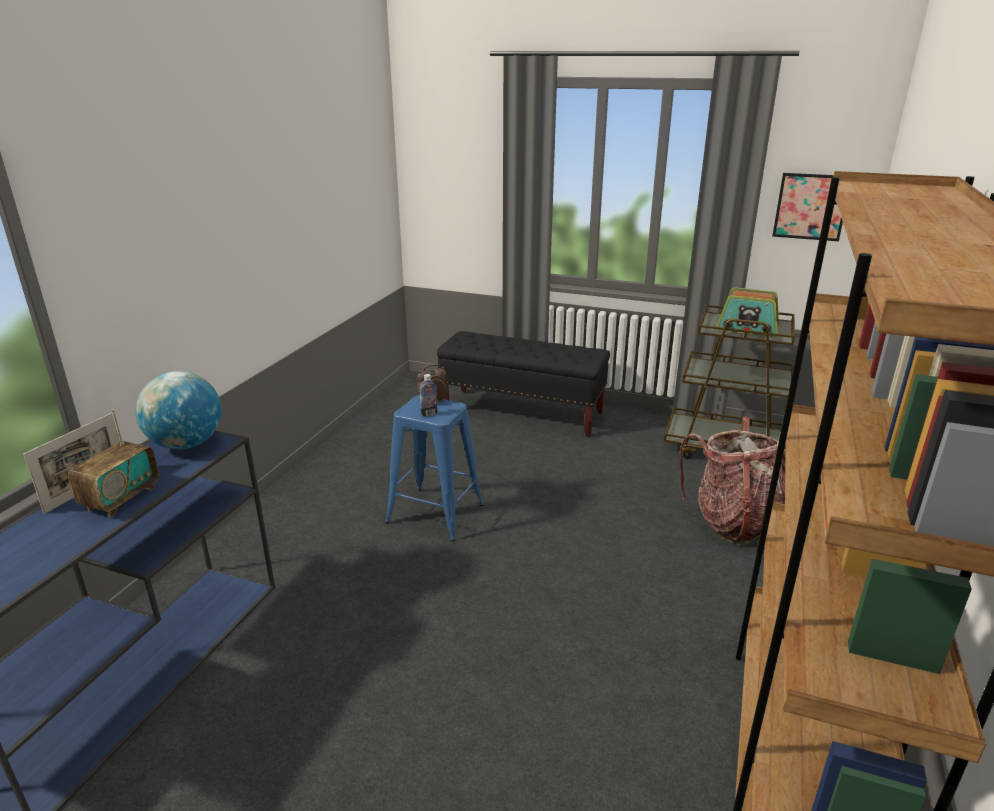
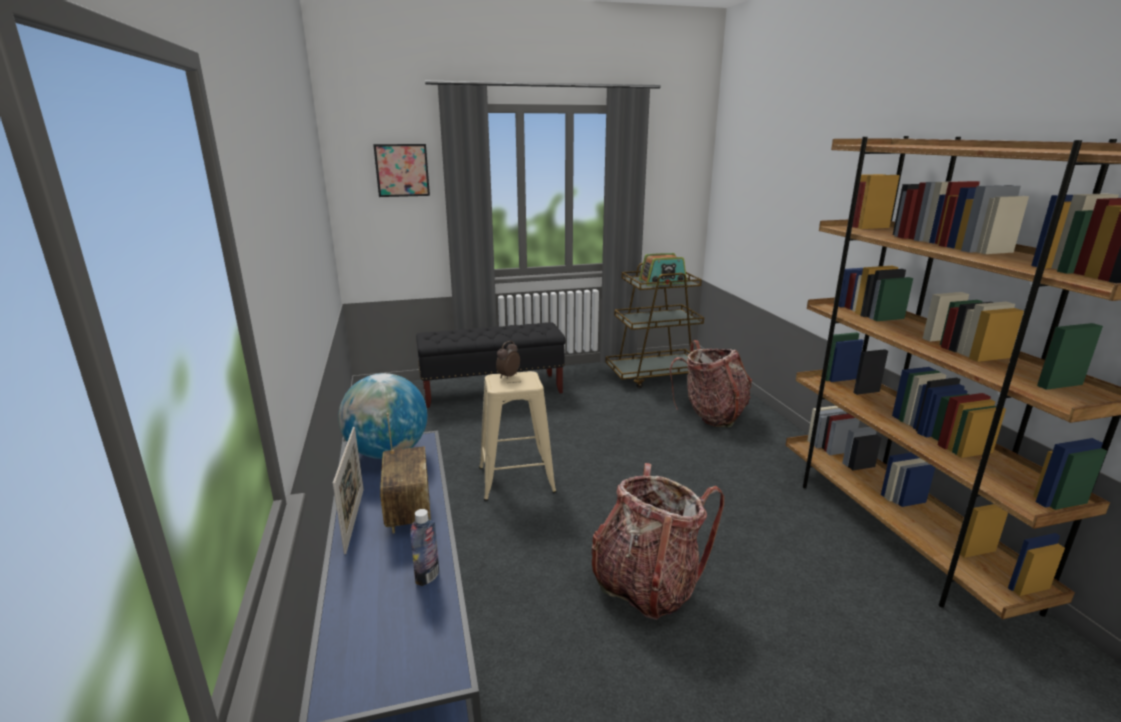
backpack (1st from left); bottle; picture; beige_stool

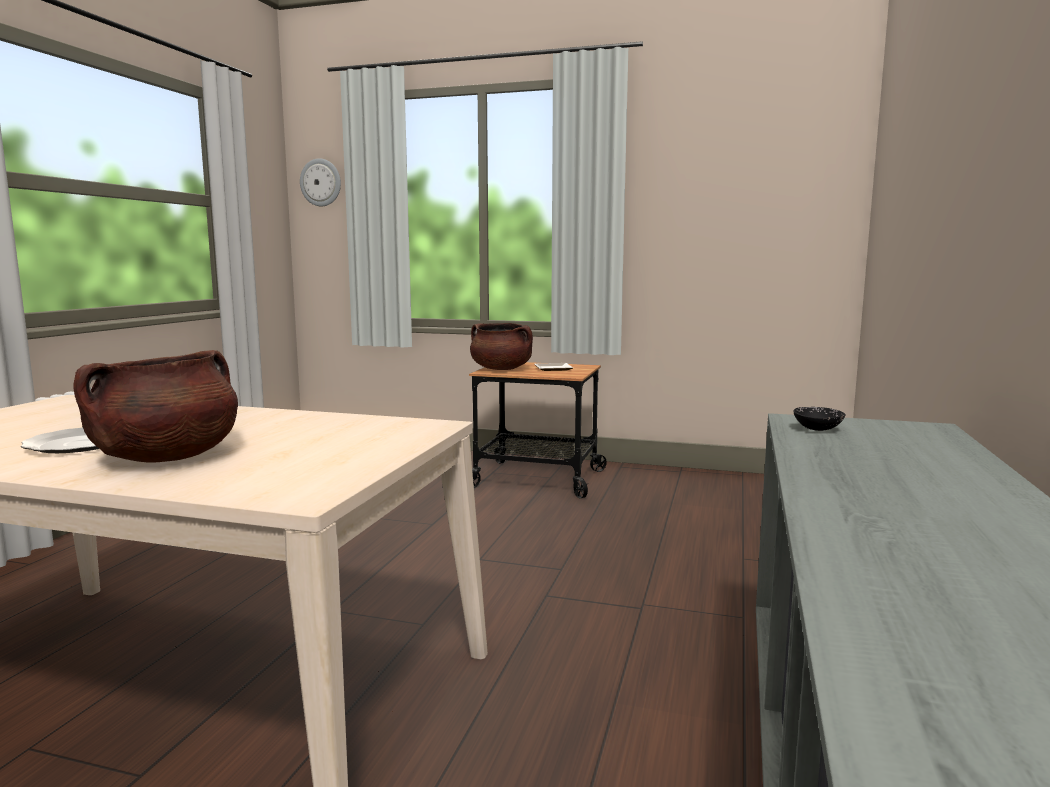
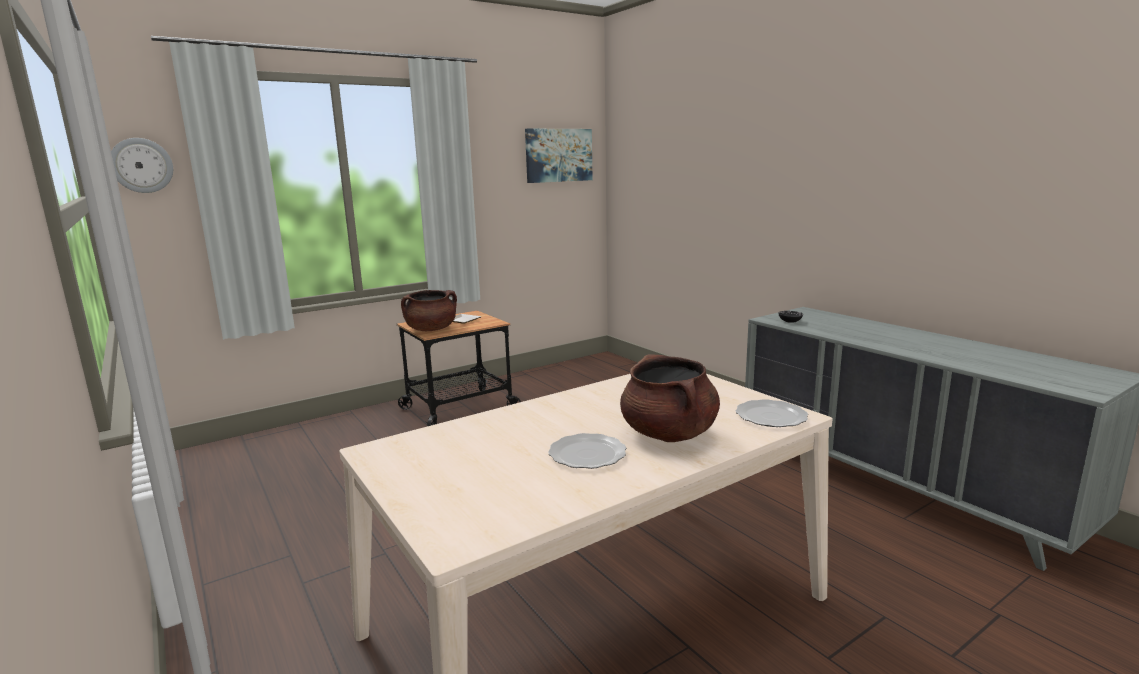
picture; plate (3rd from left)

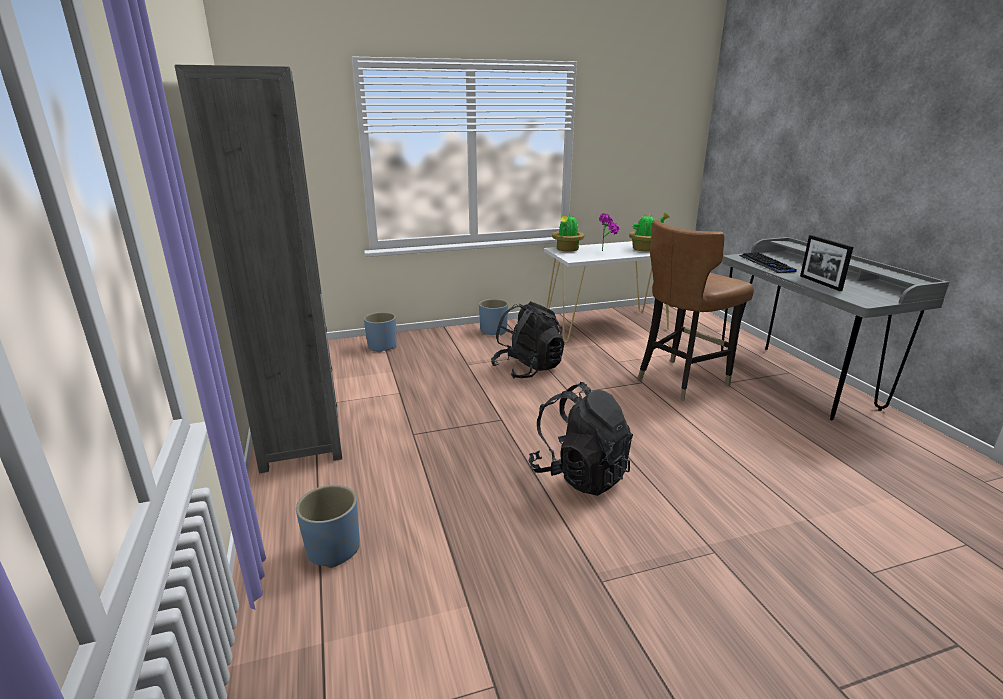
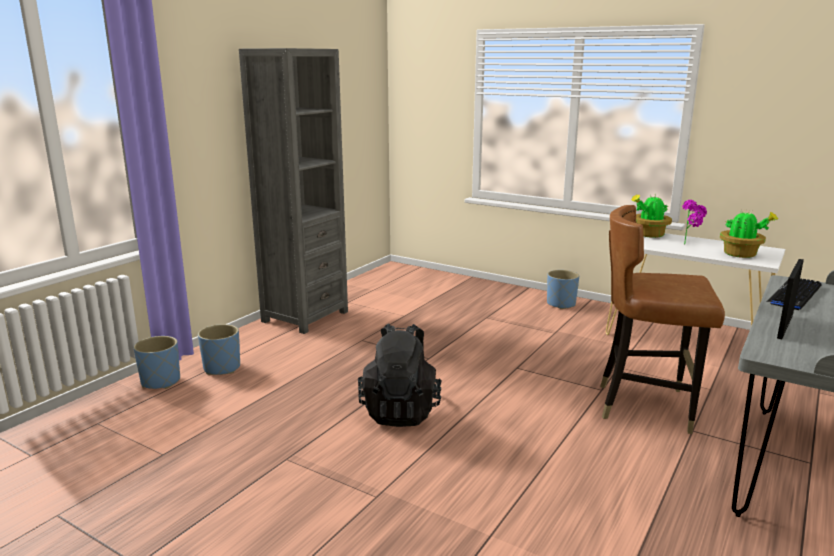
black_backpack (1st from left in the first image); blue_planter (1st from left)

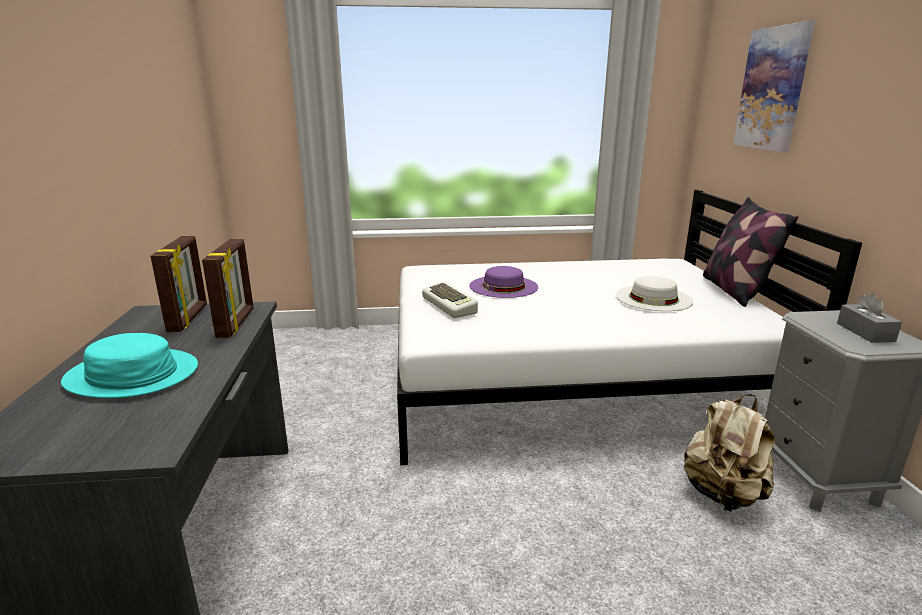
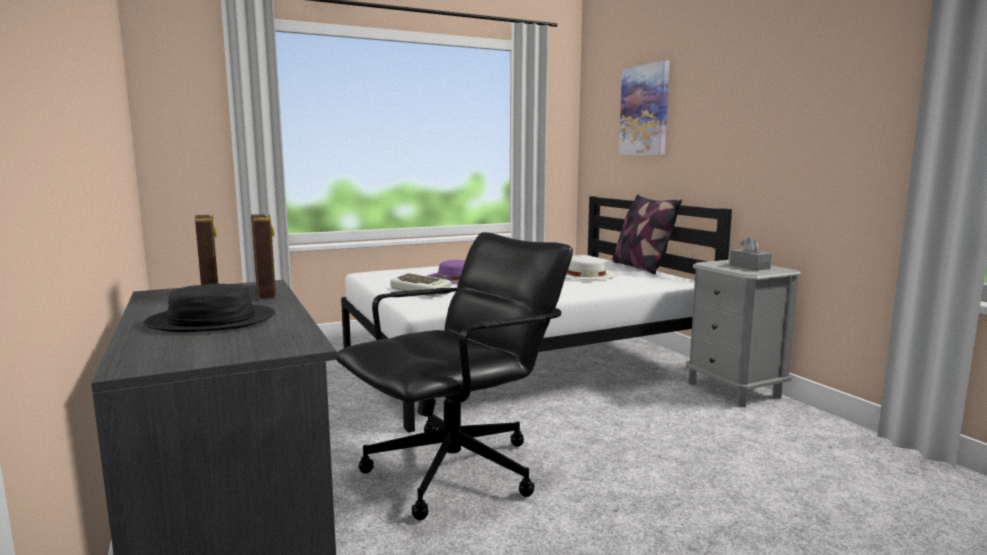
beige_backpack; black_office_chair; black_hat

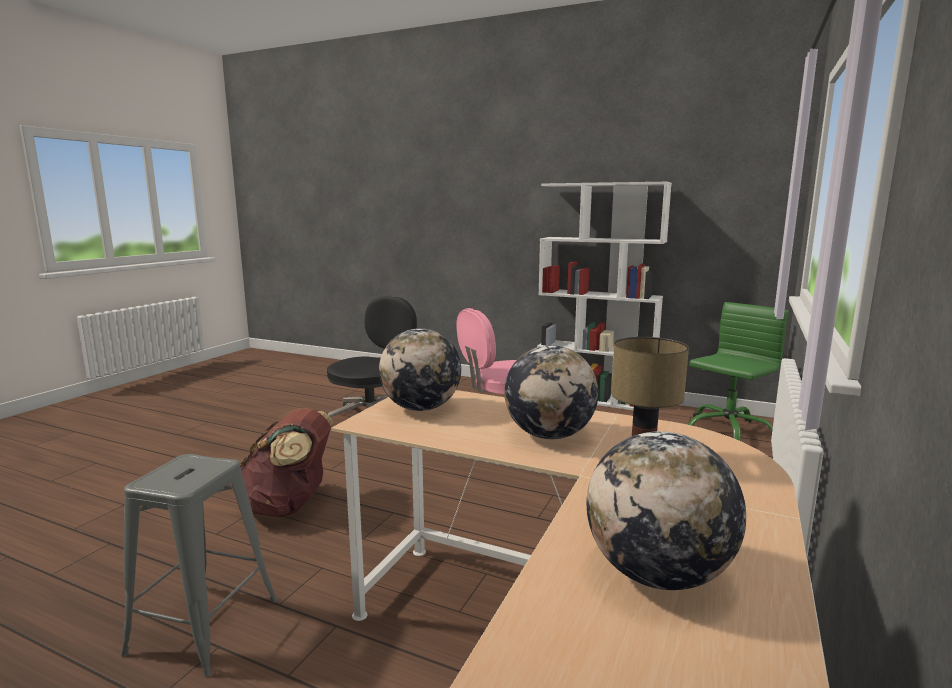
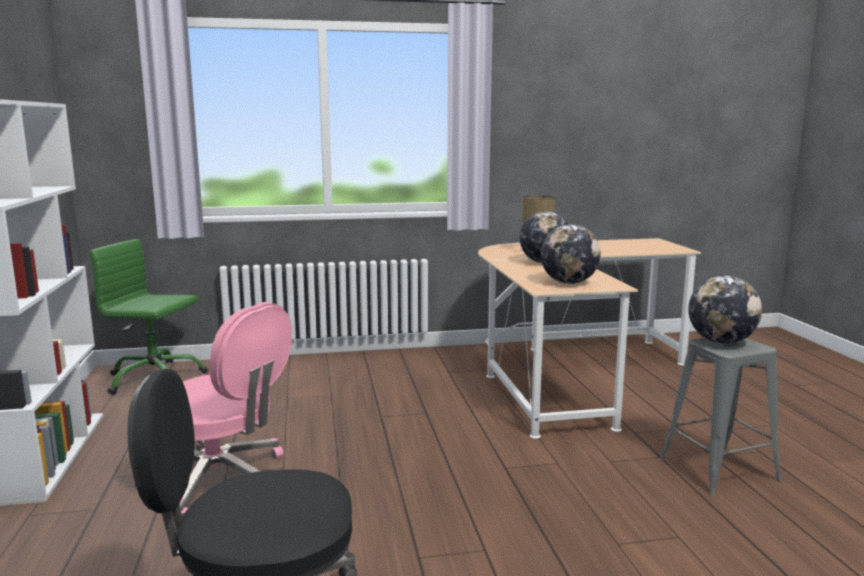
brown_backpack; globe (3rd from left)

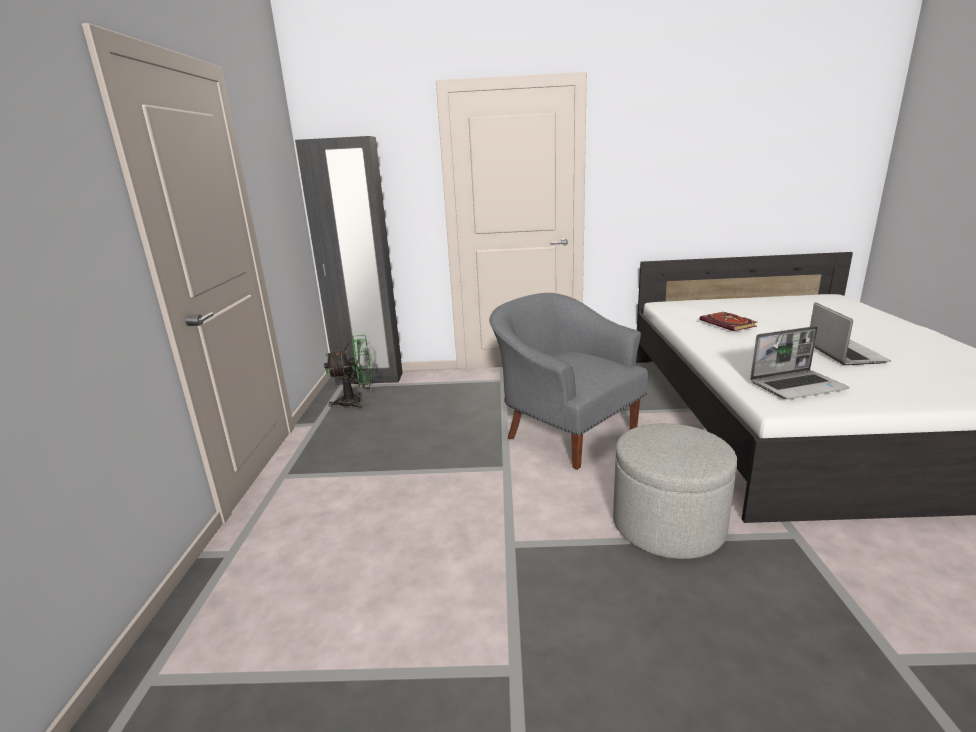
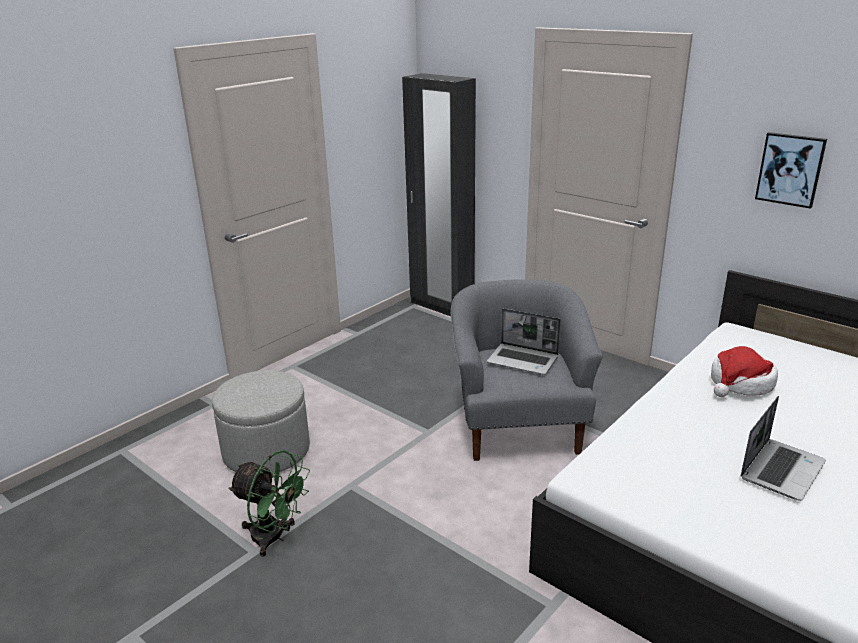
picture; green_fan; grey_ottoman; laptop (1st from left); hat

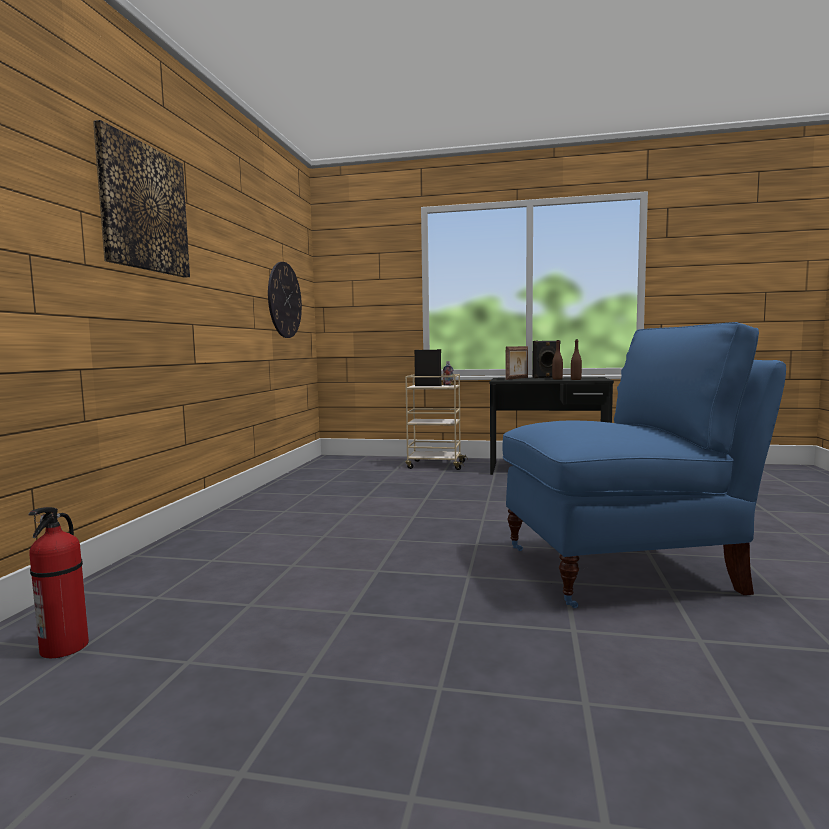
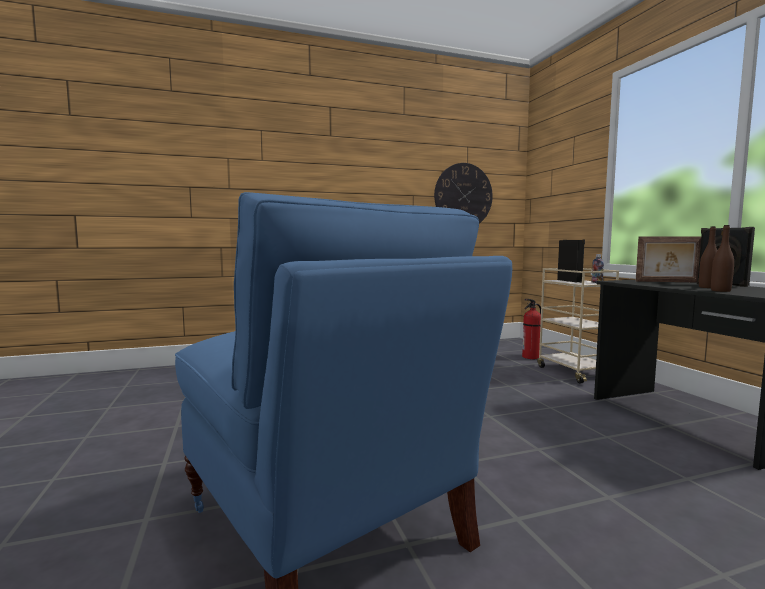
picture; fire_extinguisher

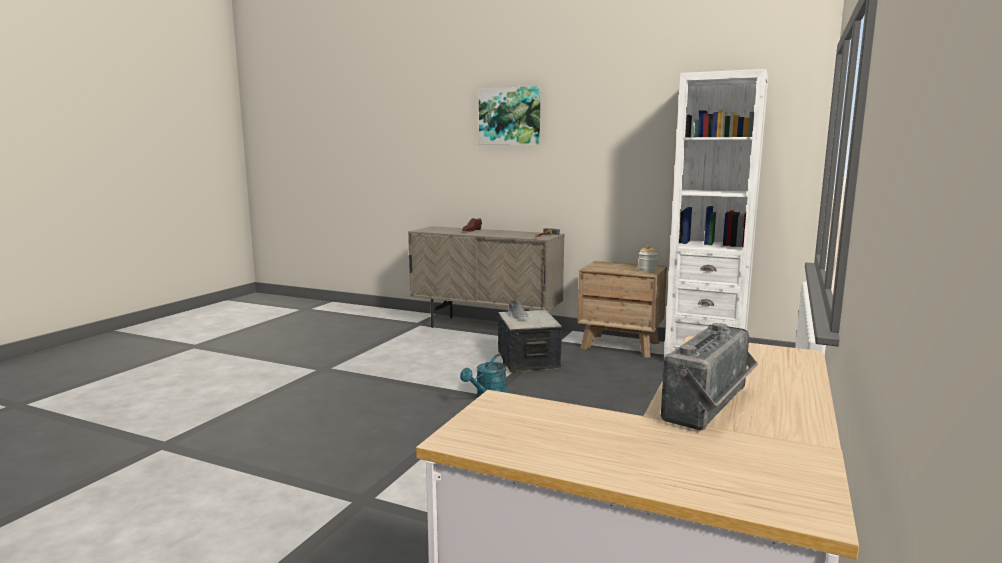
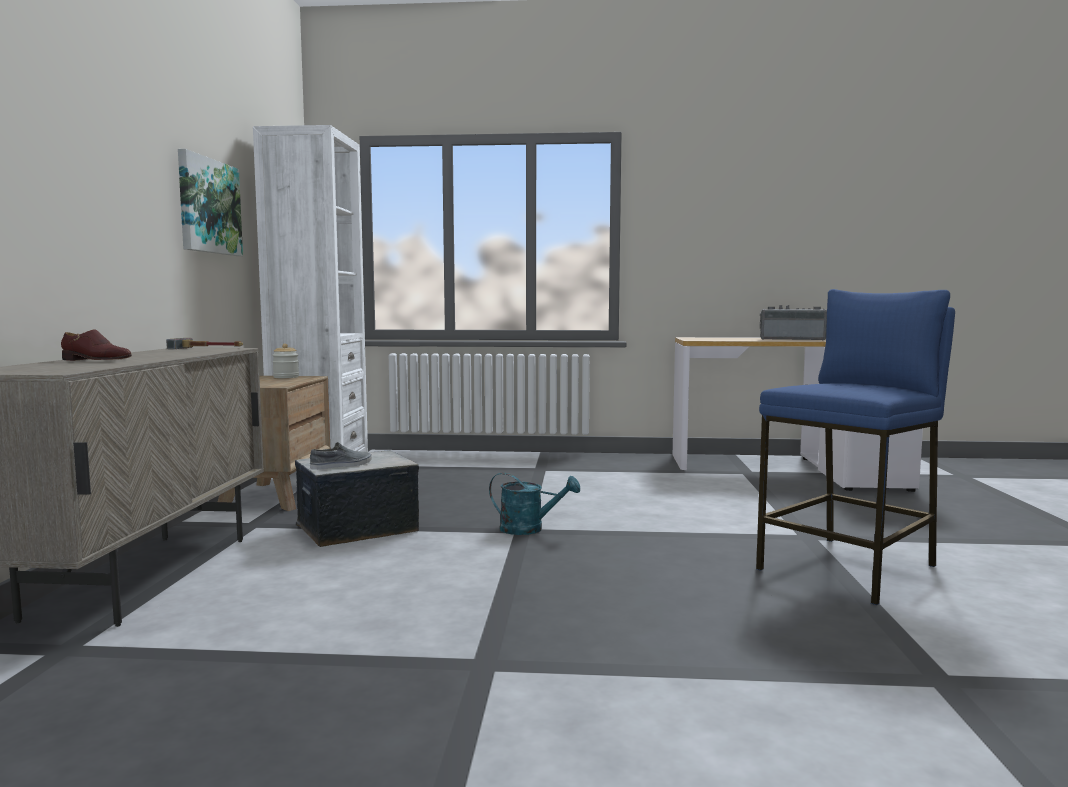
blue_stool; picture

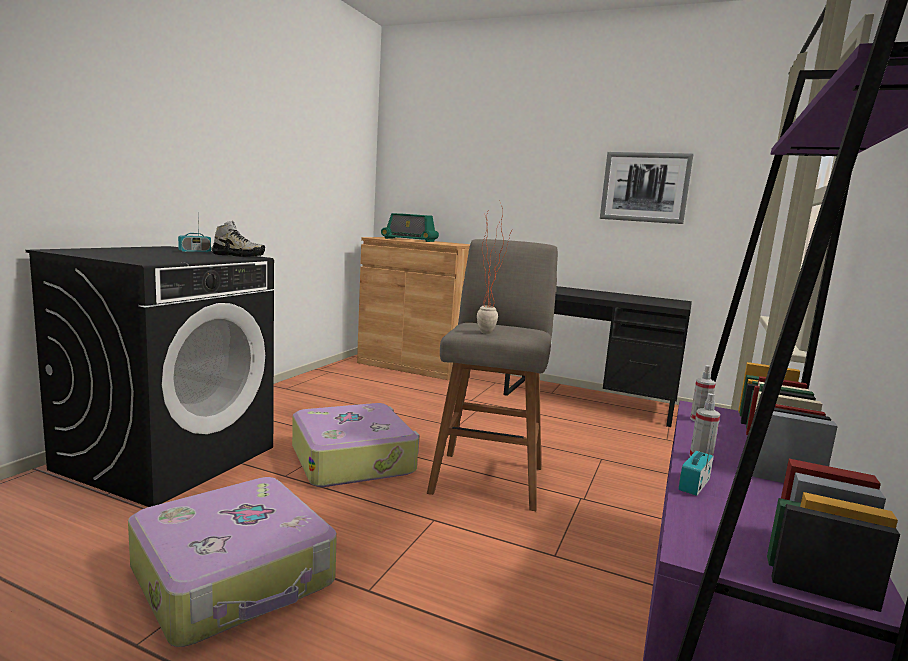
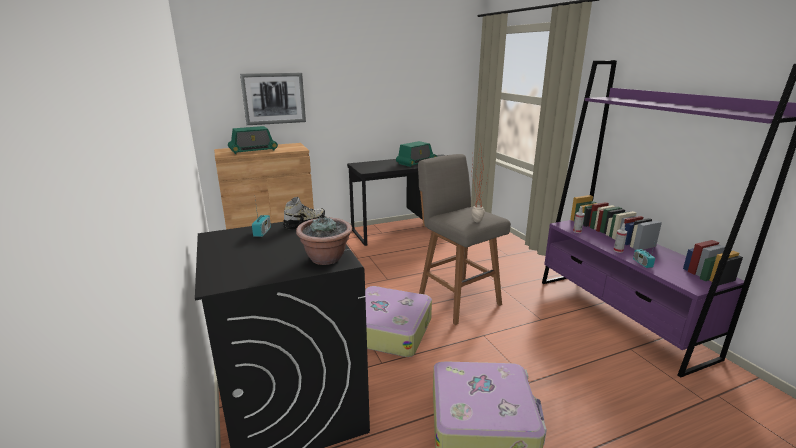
potted_plant (1st from left); radio (3rd from left); picture

